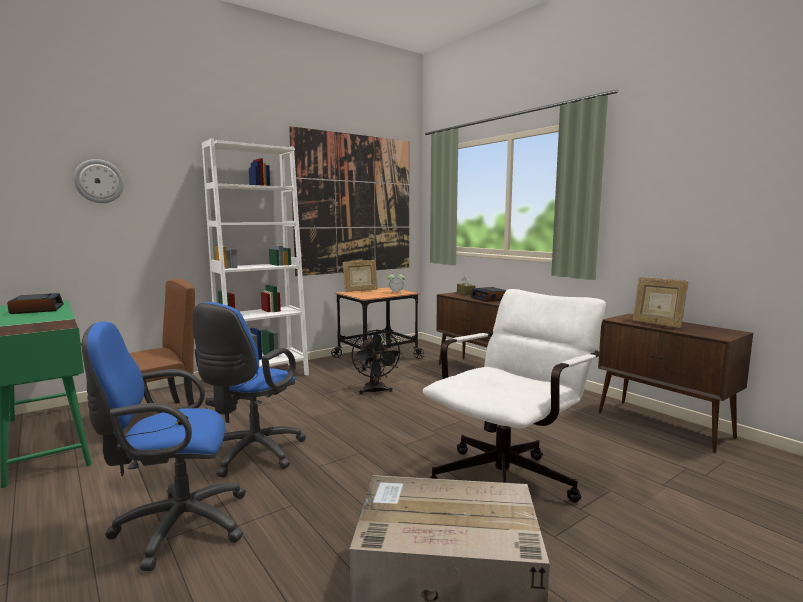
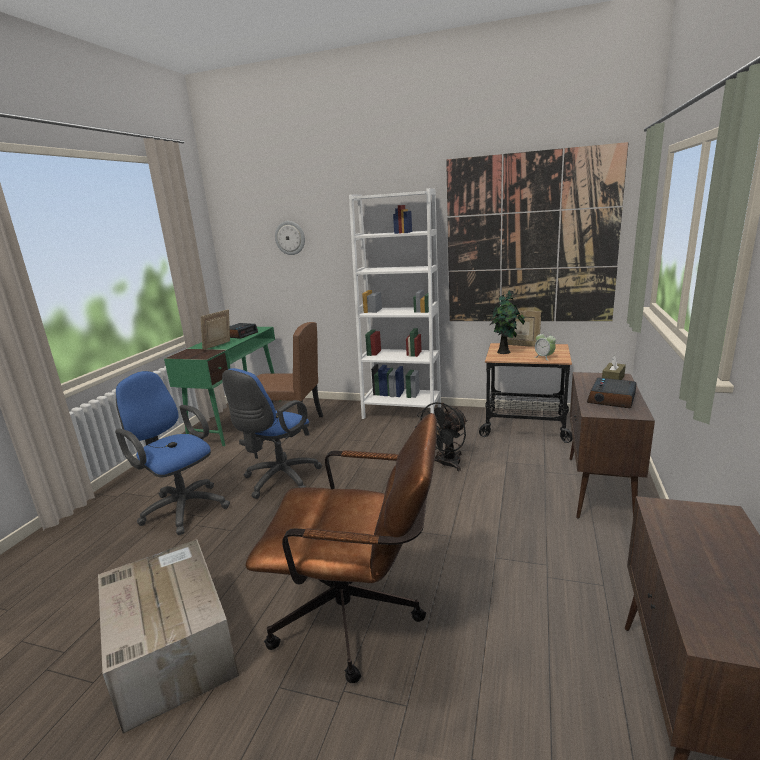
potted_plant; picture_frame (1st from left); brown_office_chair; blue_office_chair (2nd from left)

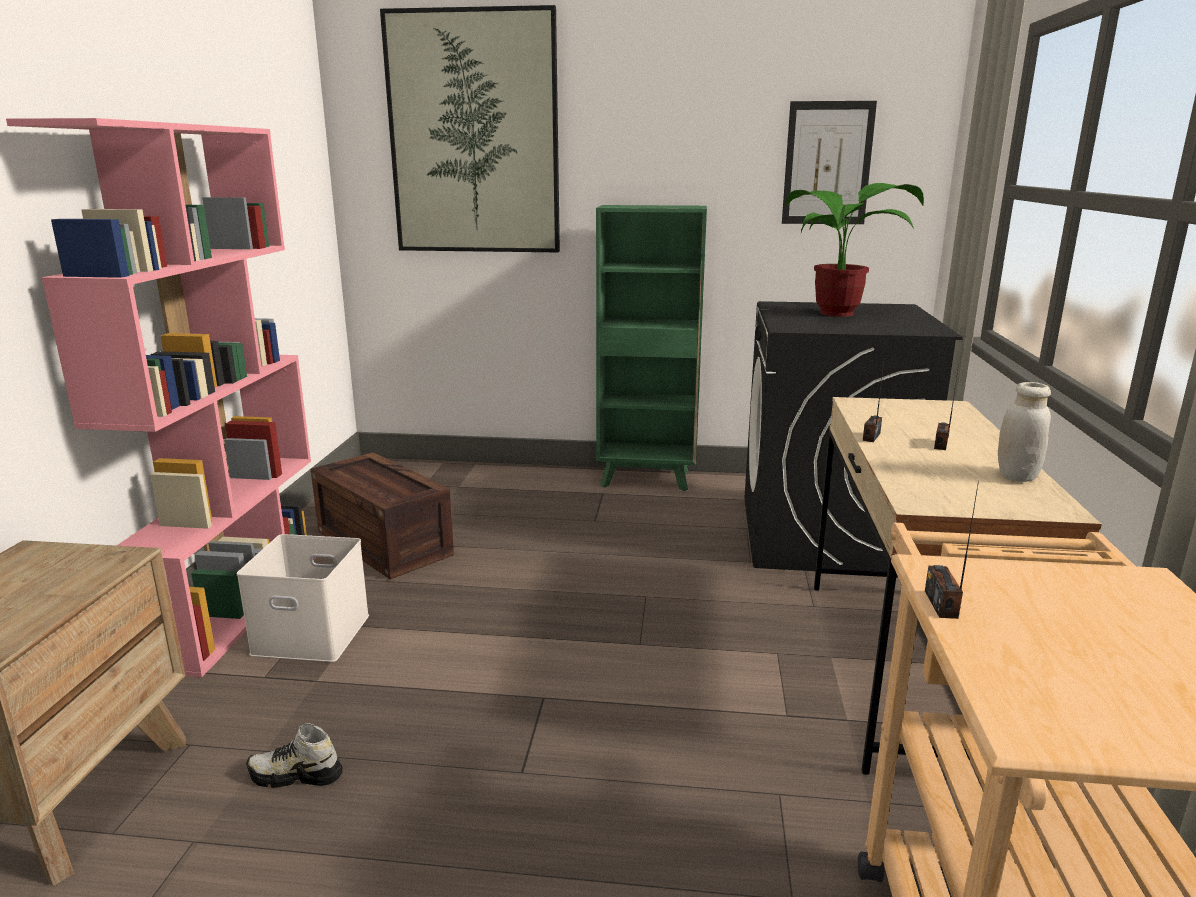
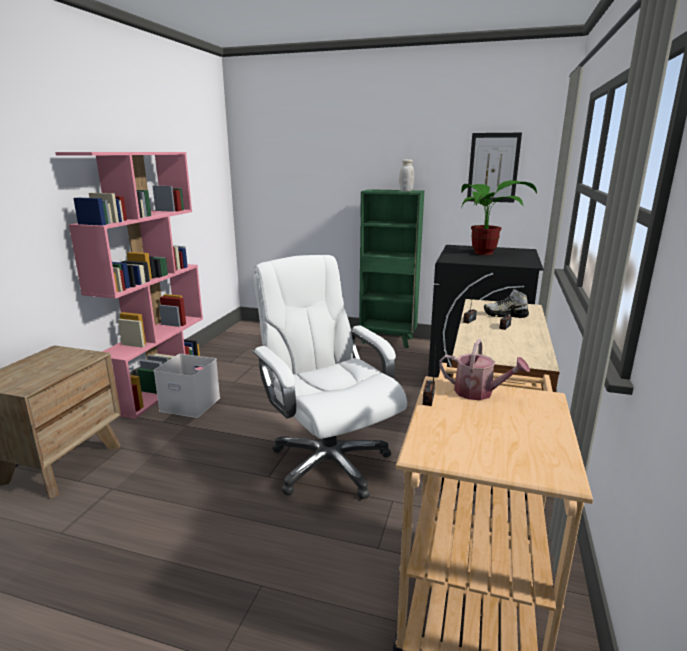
crate; picture (1st from left in the first image); white_office_chair; watering_can; shoe; white_jar

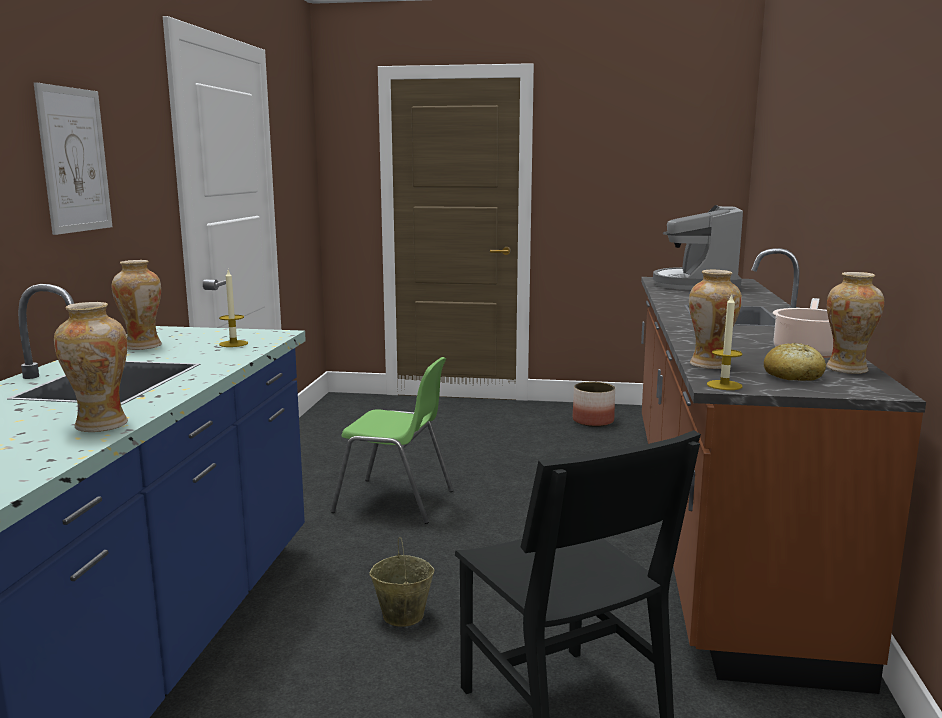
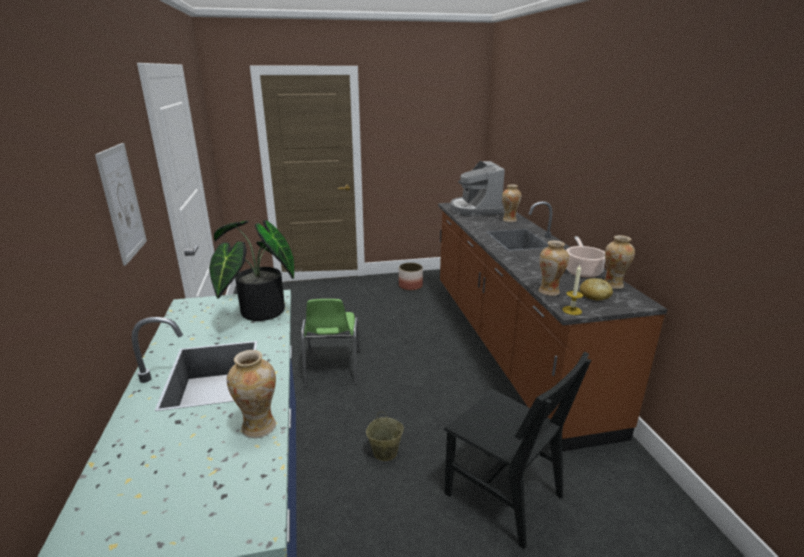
vase (2nd from left); potted_plant; green_chair

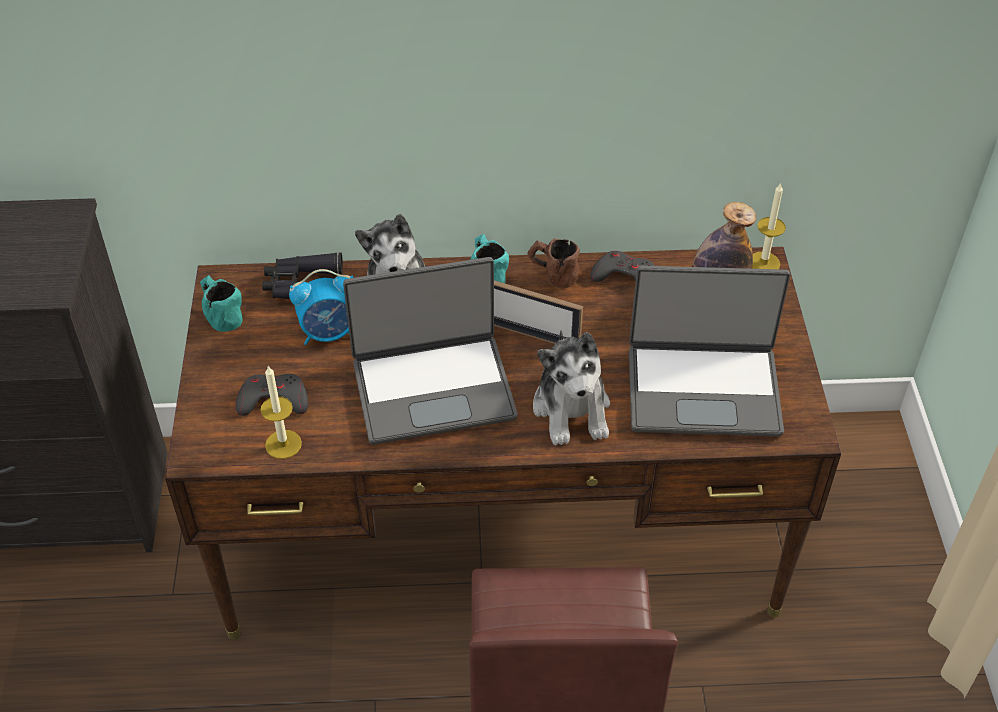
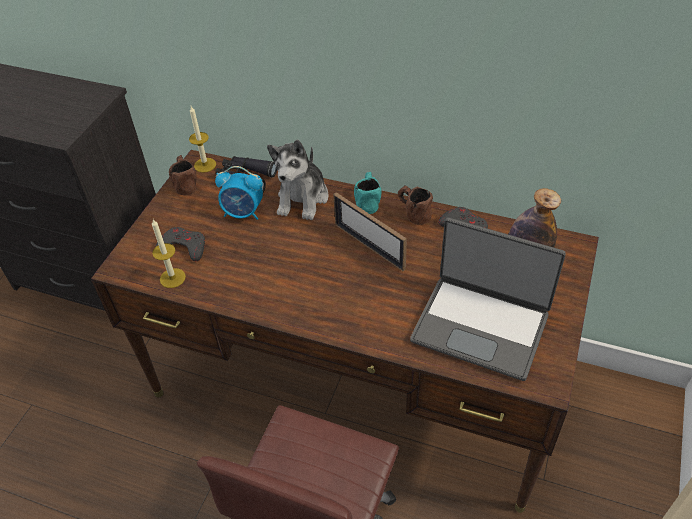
laptop (1st from left in the first image); plush_toy (2nd from left in the first image); candle (2nd from left); brown_mug (1st from left)

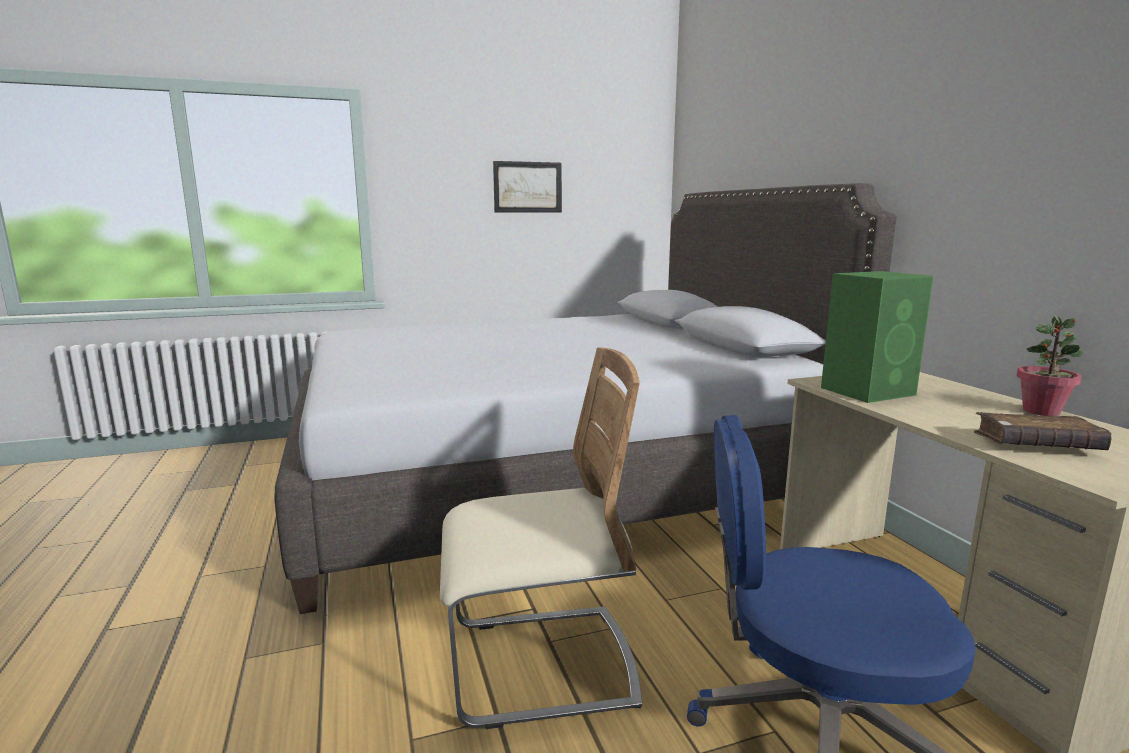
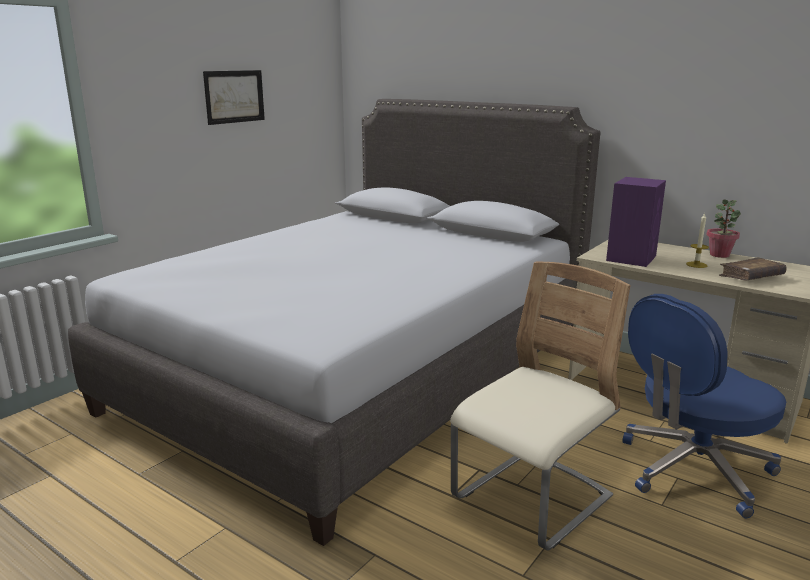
candle; purple_speaker

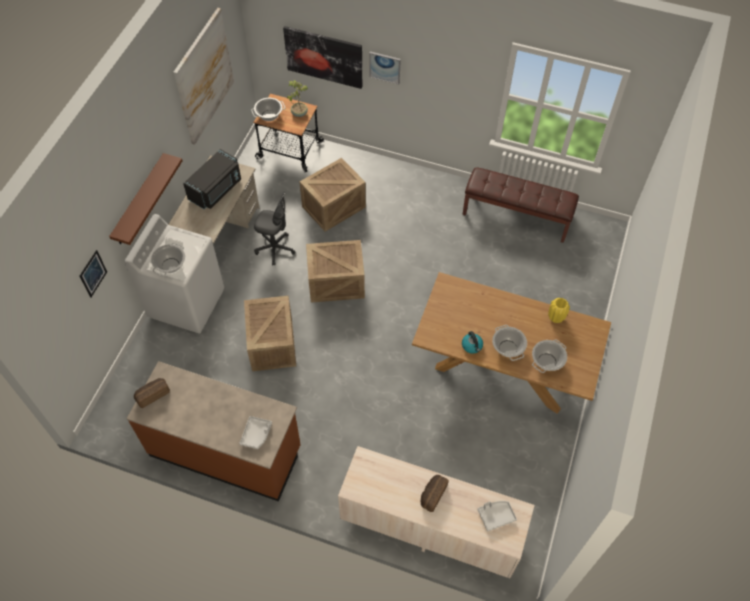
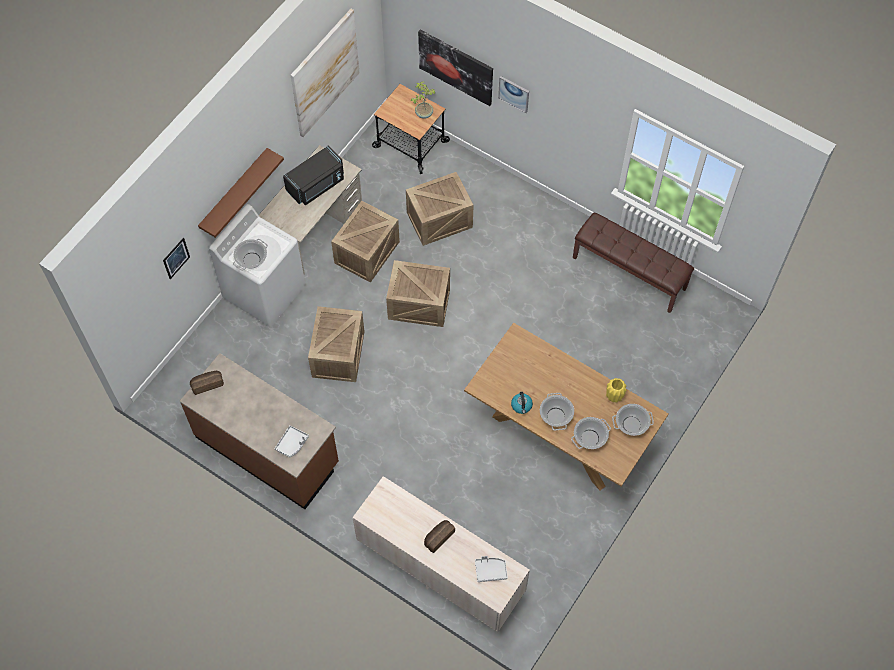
cooking_pot (4th from left); crate (2nd from left)

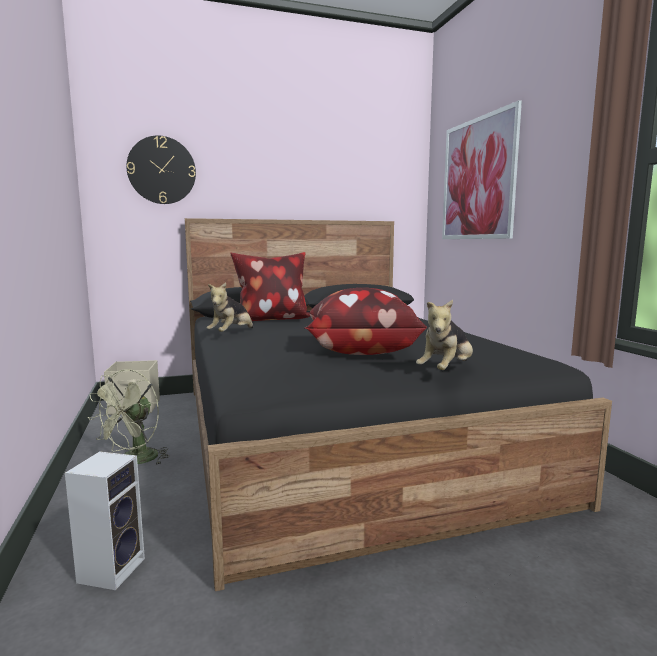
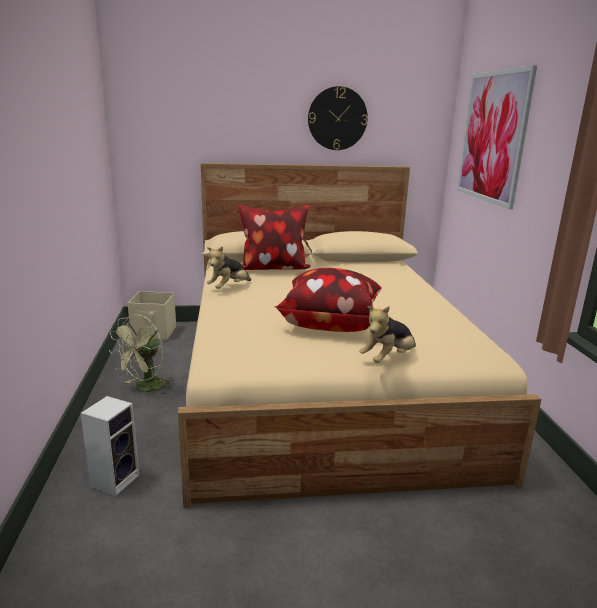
wall_clock; beige_bed

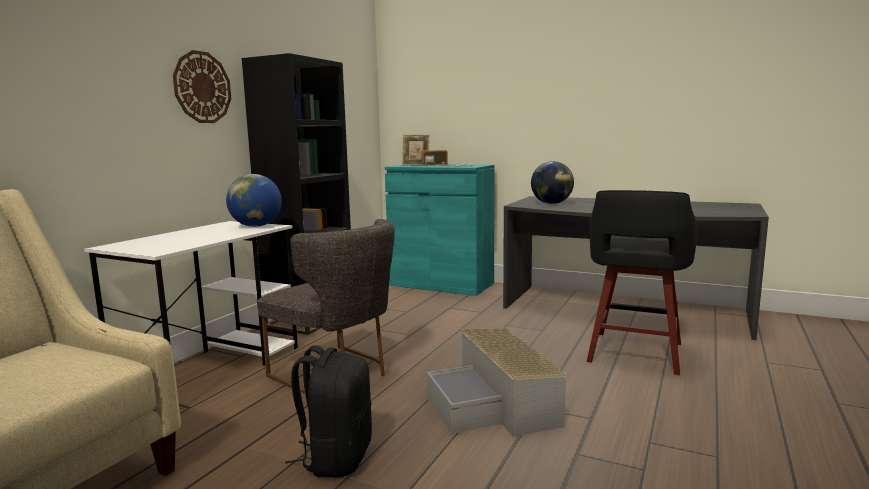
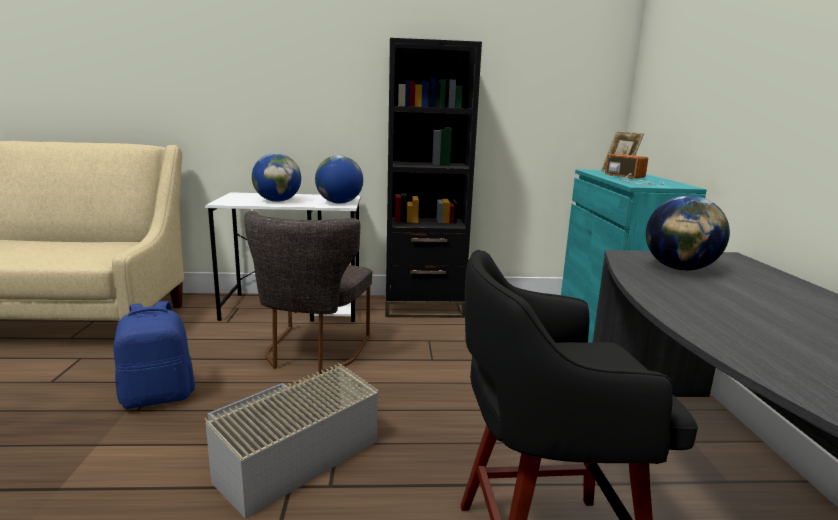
wall_clock; globe (1st from left); blue_backpack

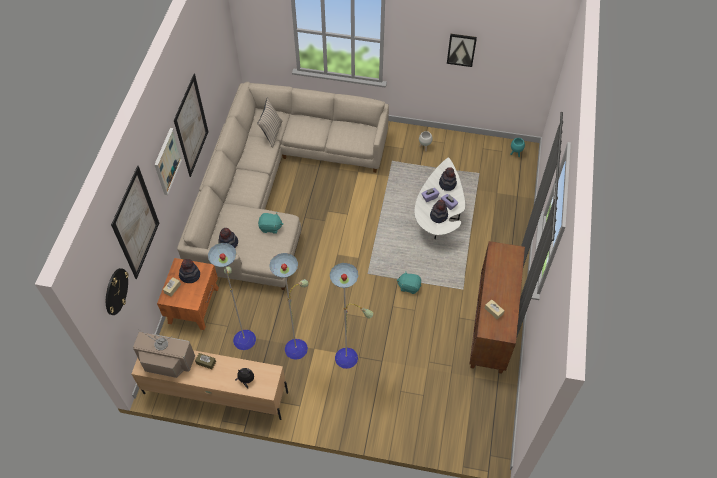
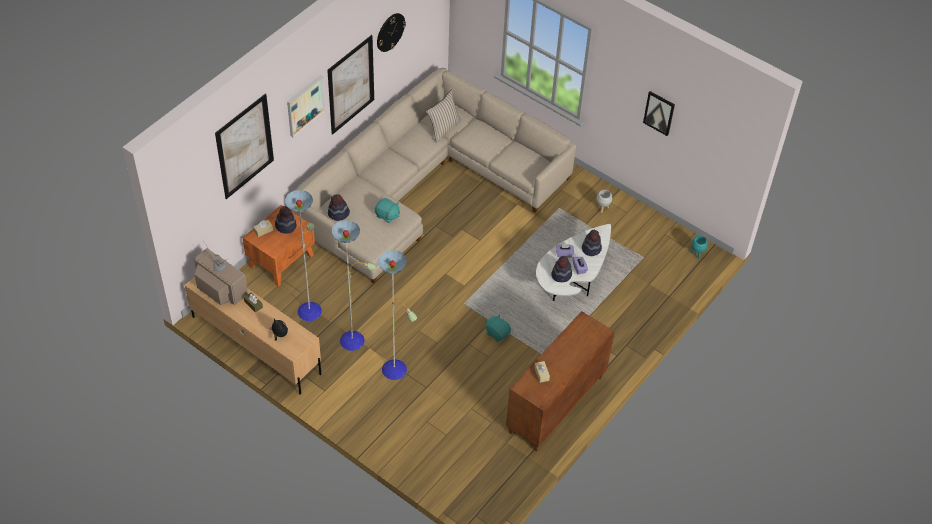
wall_clock

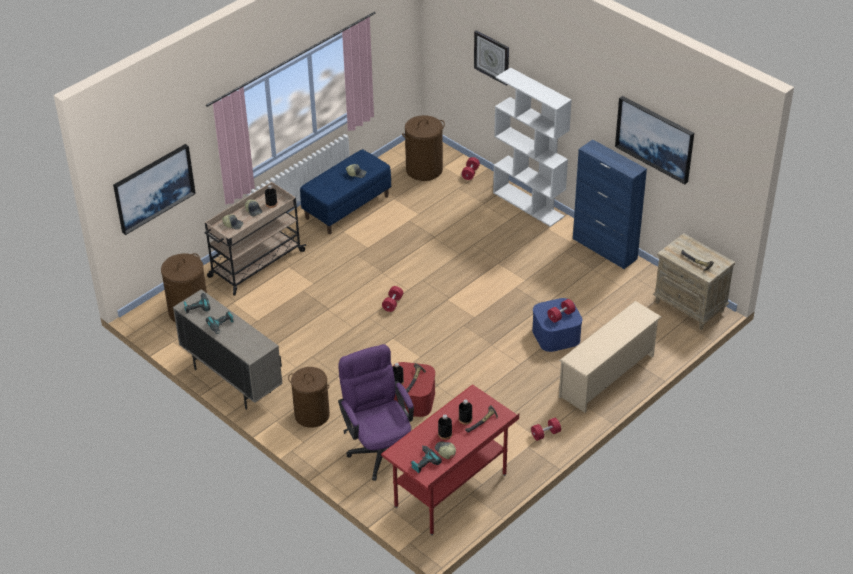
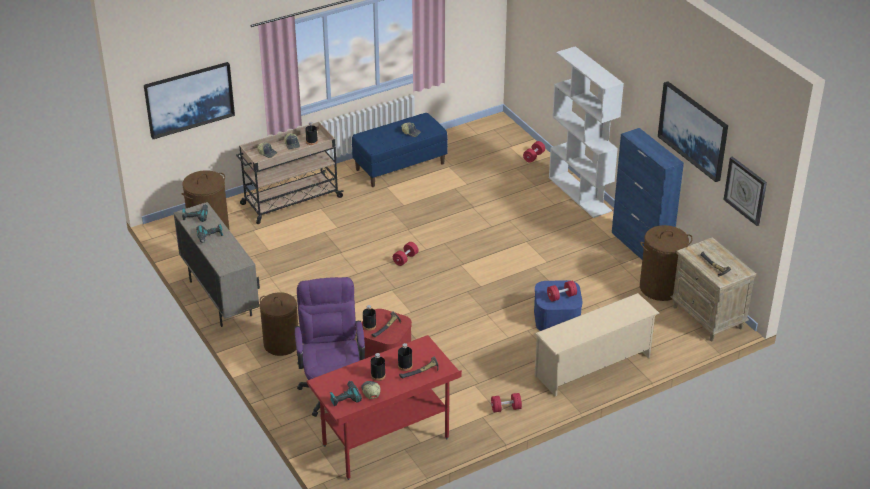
brown_laundry_basket (3rd from left); wall_clock

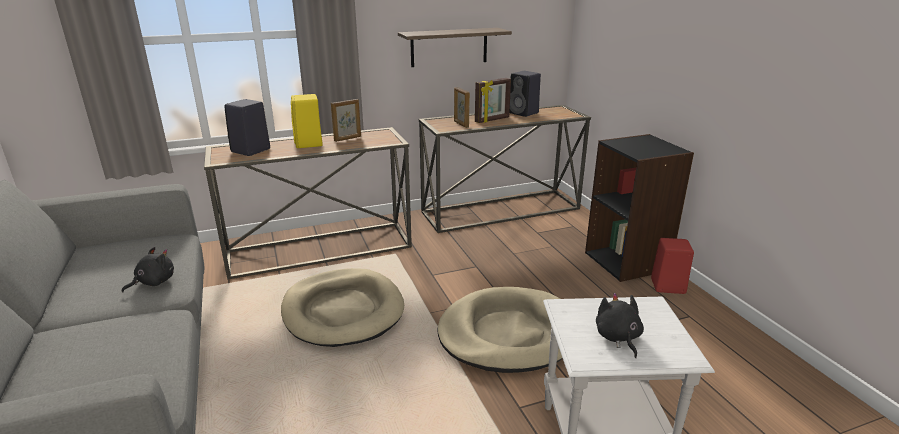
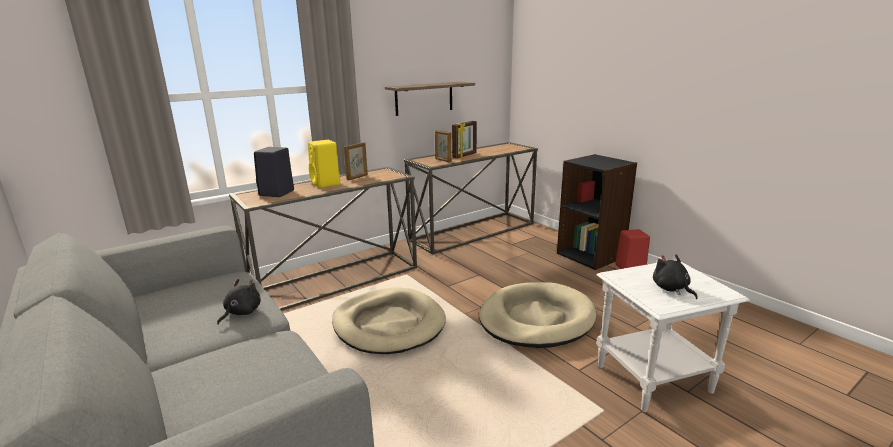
black_speaker (2nd from left in the first image)

